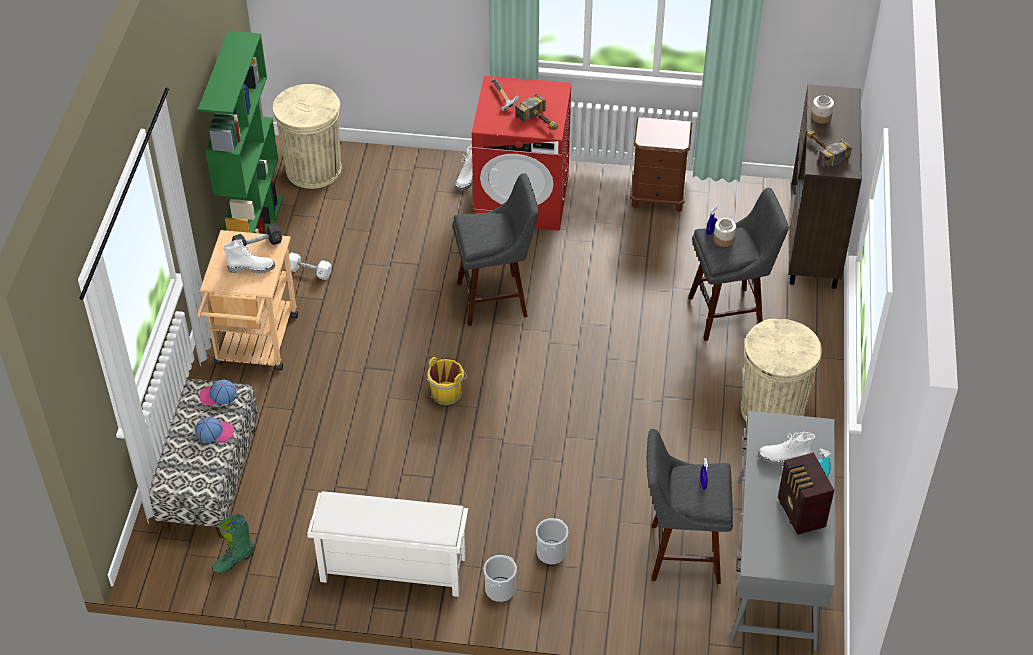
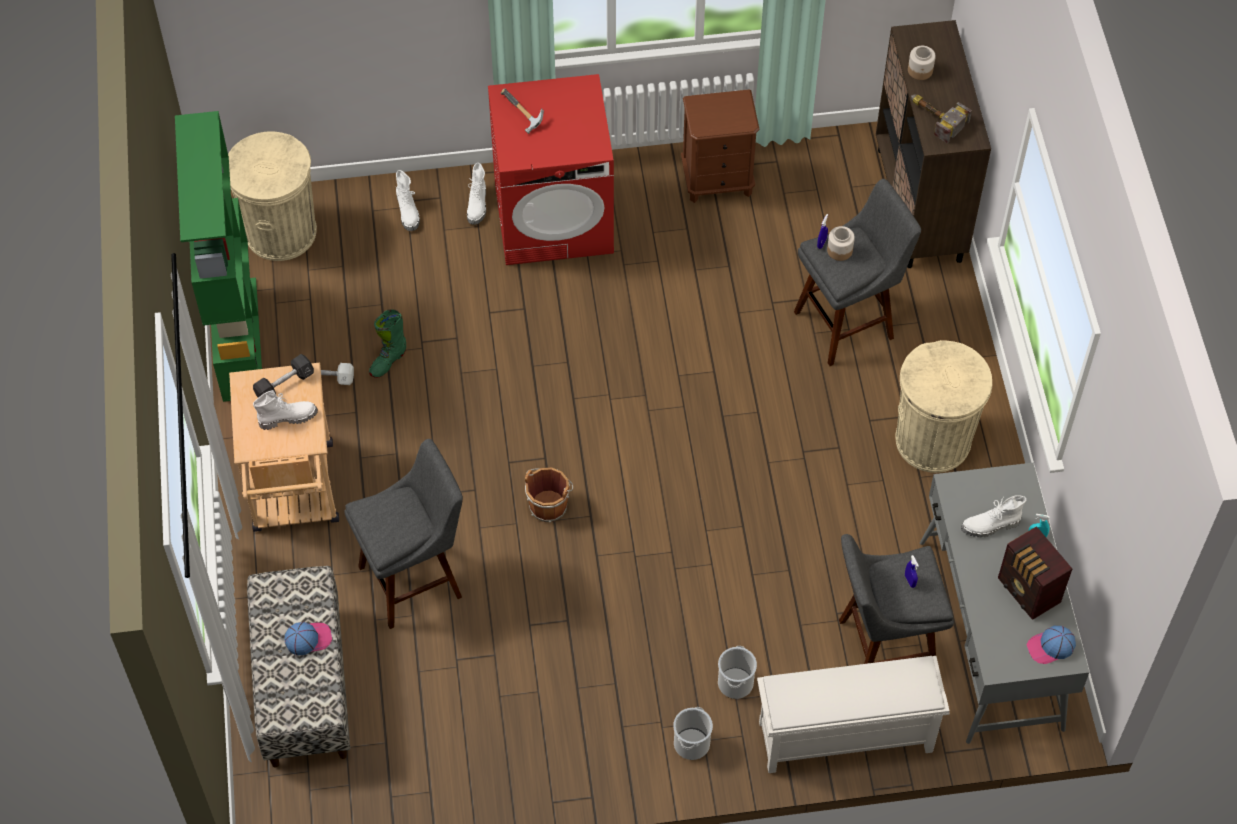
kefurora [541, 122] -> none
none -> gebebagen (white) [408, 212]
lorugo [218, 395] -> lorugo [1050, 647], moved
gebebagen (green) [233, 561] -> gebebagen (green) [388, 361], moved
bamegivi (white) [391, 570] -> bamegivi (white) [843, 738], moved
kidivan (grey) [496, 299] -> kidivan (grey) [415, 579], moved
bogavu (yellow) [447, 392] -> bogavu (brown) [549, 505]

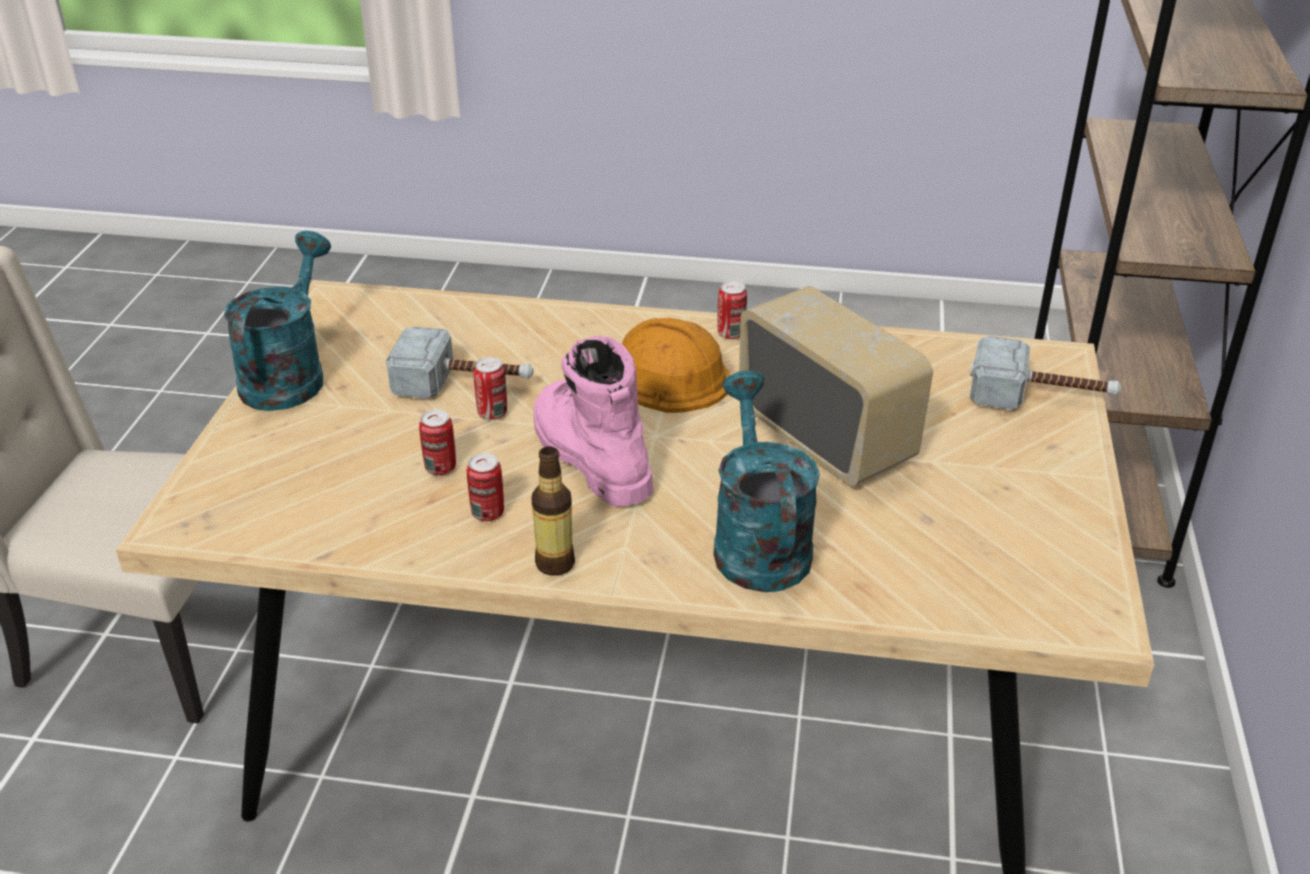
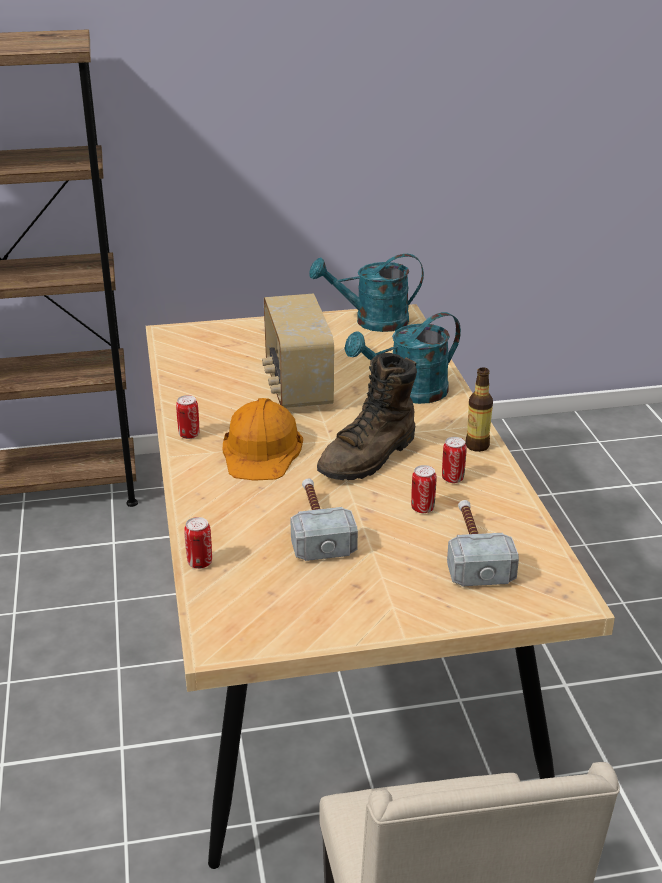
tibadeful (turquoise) [288, 375] -> tibadeful (turquoise) [372, 322], moved
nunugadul [492, 413] -> nunugadul [200, 563], moved
kefurora [1041, 396] -> kefurora [473, 552], moved
gebebagen (pink) [588, 456] -> gebebagen (brown) [369, 457]
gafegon [827, 437] -> gafegon [296, 387], 45 degrees counterclockwise

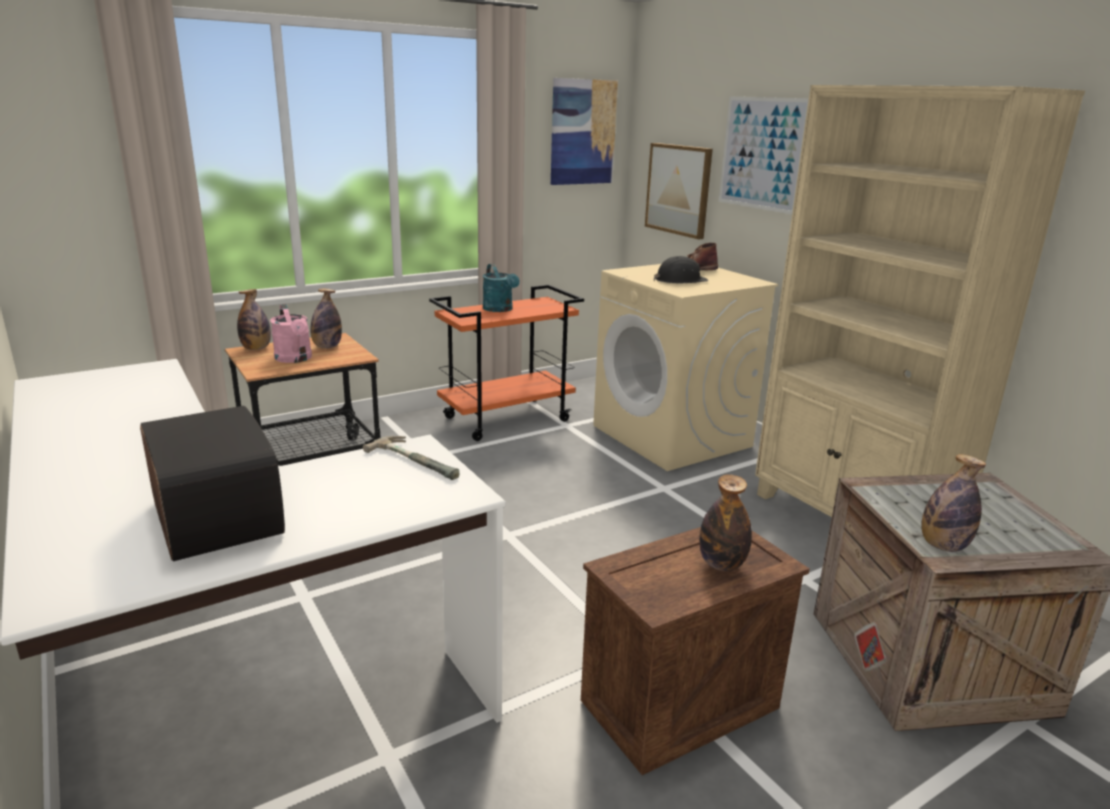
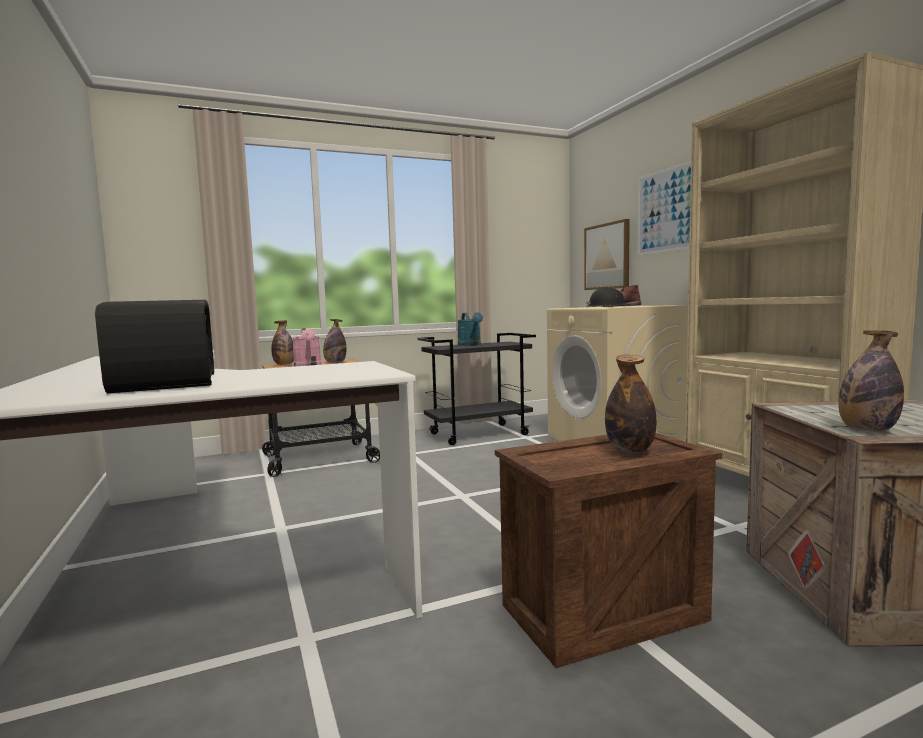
kefurora [419, 459] -> none
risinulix [583, 132] -> none
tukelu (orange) [507, 419] -> tukelu (black) [479, 434]

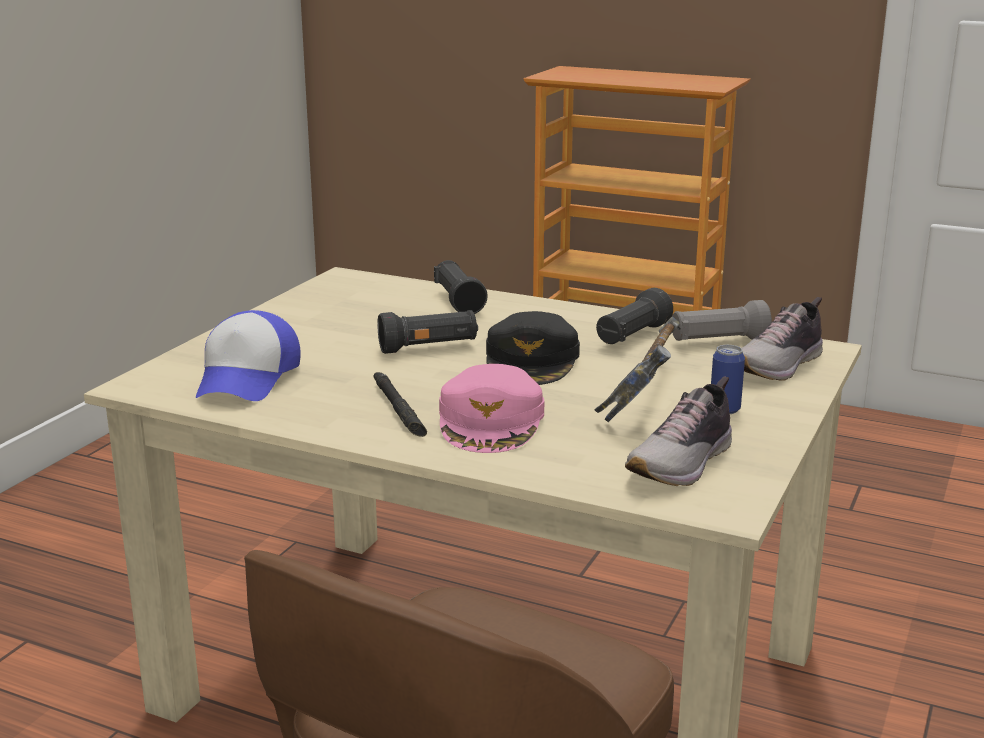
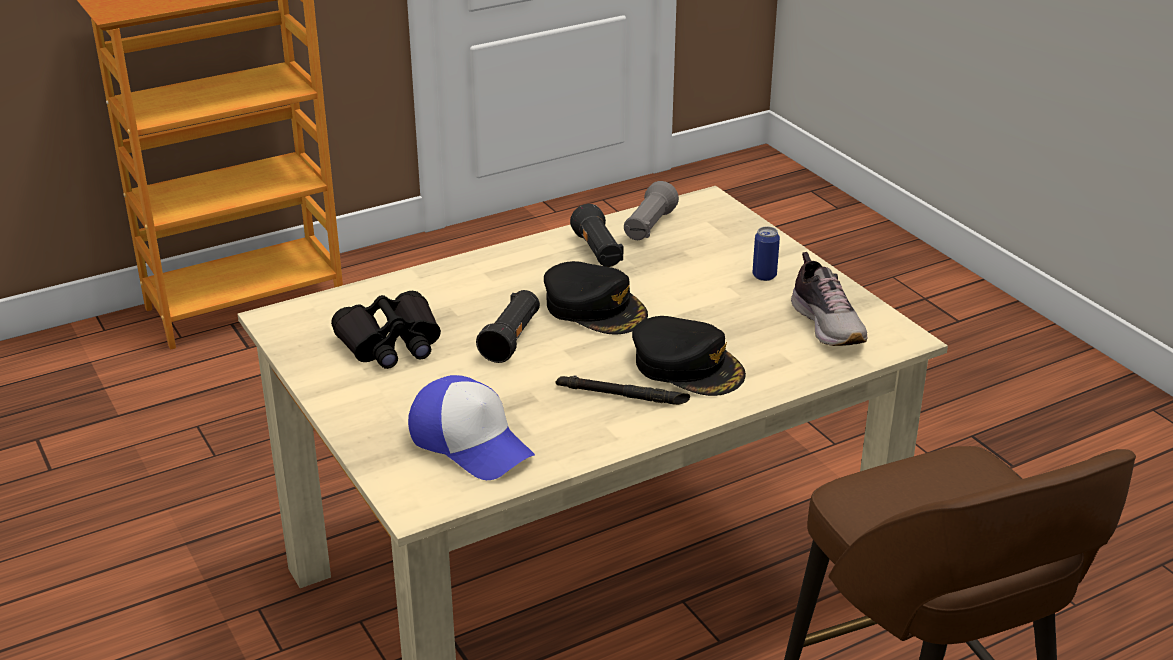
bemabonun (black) [458, 301] -> none
kefurora [648, 397] -> none
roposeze [779, 365] -> none
none -> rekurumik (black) [391, 343]
lorugo (pink) [492, 421] -> lorugo (black) [688, 366]

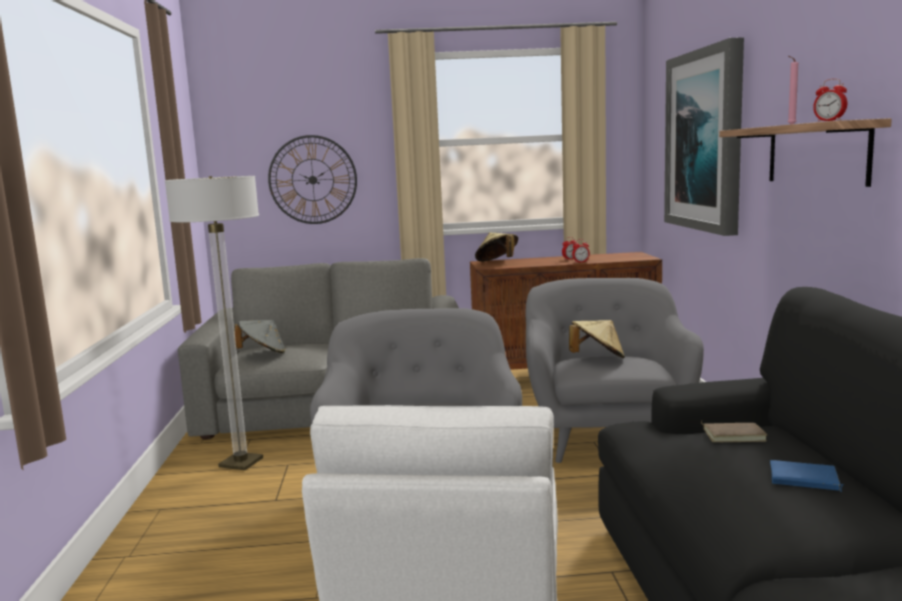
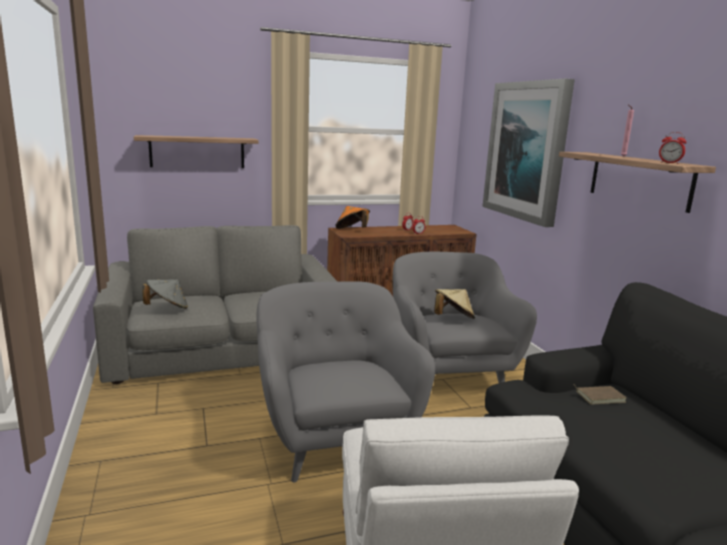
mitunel [241, 463] -> none
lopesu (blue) [803, 480] -> none
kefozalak [312, 180] -> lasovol [197, 152]
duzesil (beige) [497, 262] -> duzesil (orange) [352, 230]

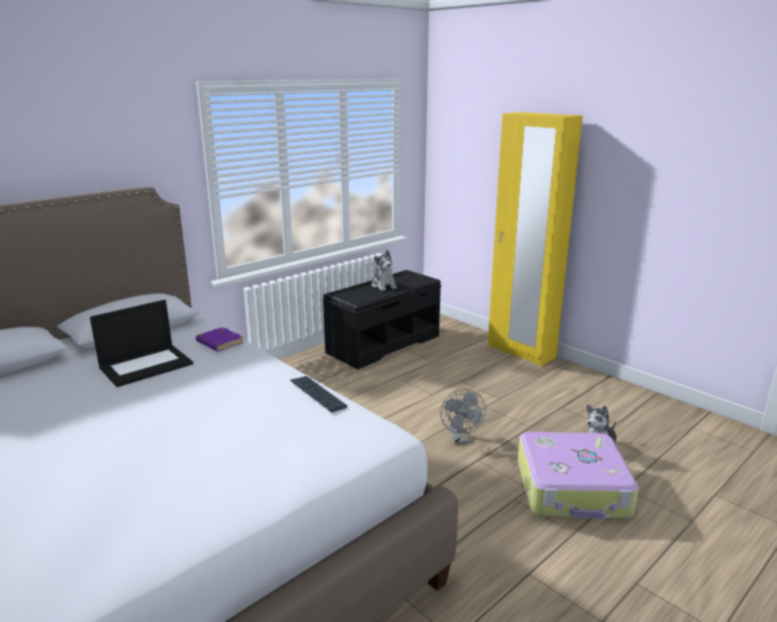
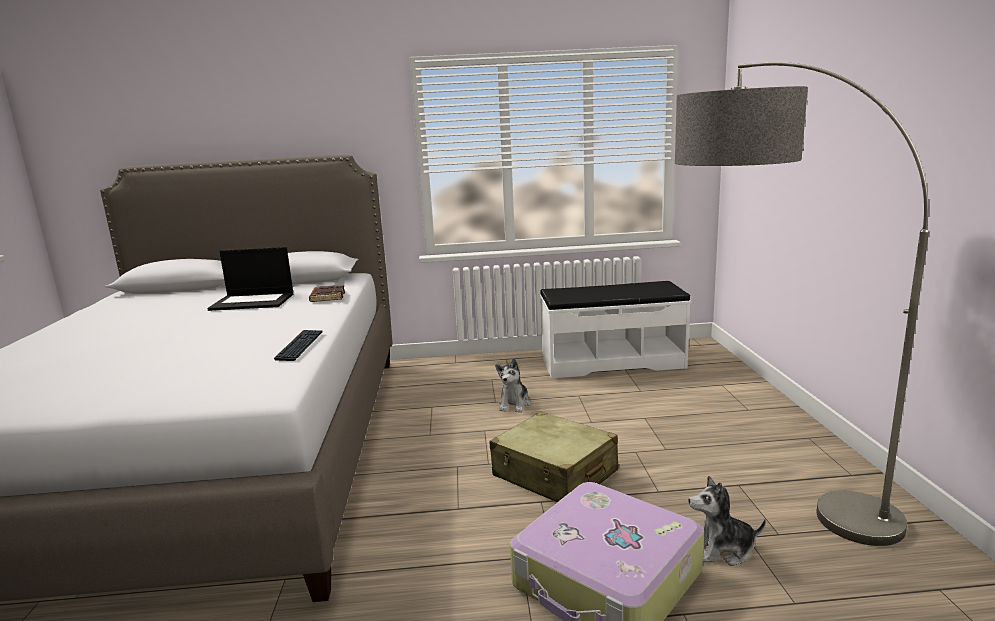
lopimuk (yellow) [521, 352] -> none
none -> mitunel [760, 492]
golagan [384, 286] -> golagan [514, 404], moved
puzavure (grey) [460, 439] -> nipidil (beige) [554, 474]
lopesu (purple) [219, 343] -> lopesu (brown) [327, 297]
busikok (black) [383, 344] -> busikok (white) [611, 362]

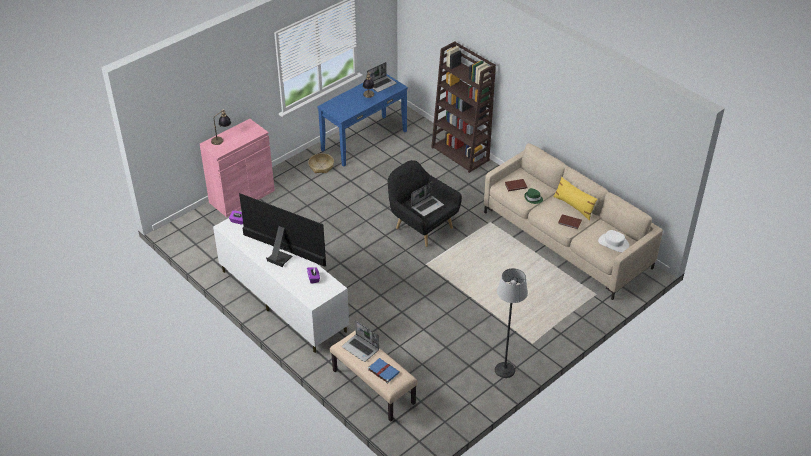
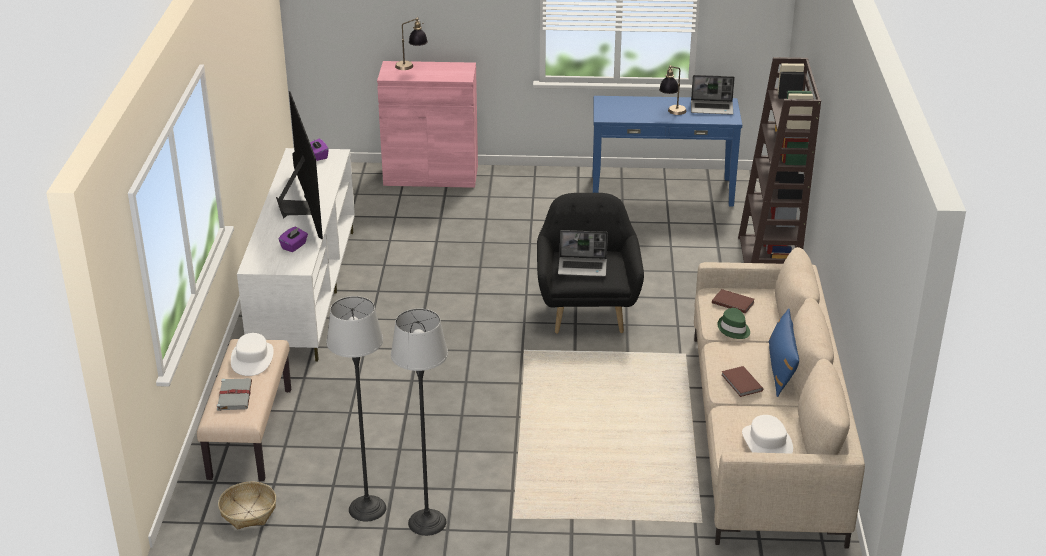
none -> mitunel [367, 508]
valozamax [321, 166] -> valozamax [248, 512], moved
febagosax [361, 348] -> duzesil (white) [252, 359]
lopesu (blue) [383, 371] -> lopesu (grey) [234, 395]
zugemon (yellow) [574, 206] -> zugemon (blue) [781, 369]

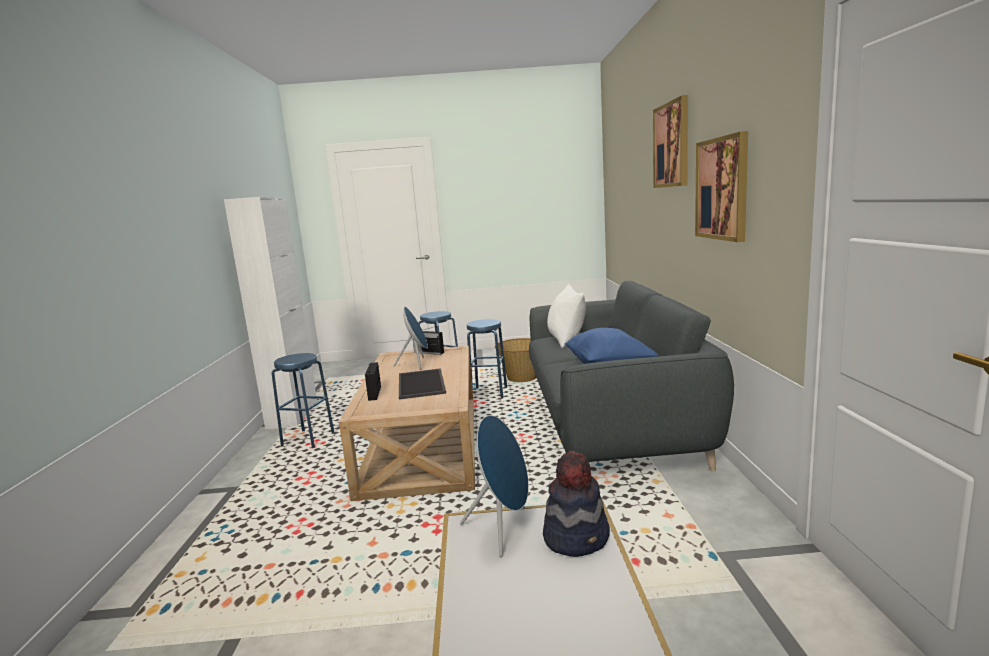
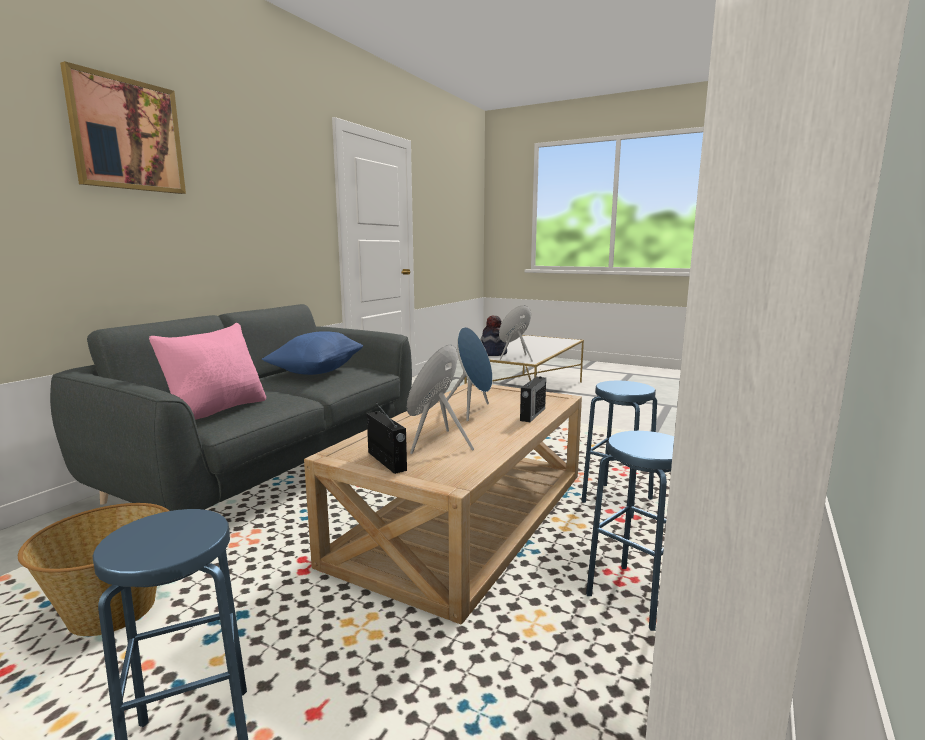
risinulix [722, 188] -> none
kidivan (blue) [489, 393] -> kidivan (blue) [616, 501], moved
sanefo [422, 384] -> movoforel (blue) [472, 411]
zugemon (white) [566, 340] -> zugemon (pink) [218, 410]

